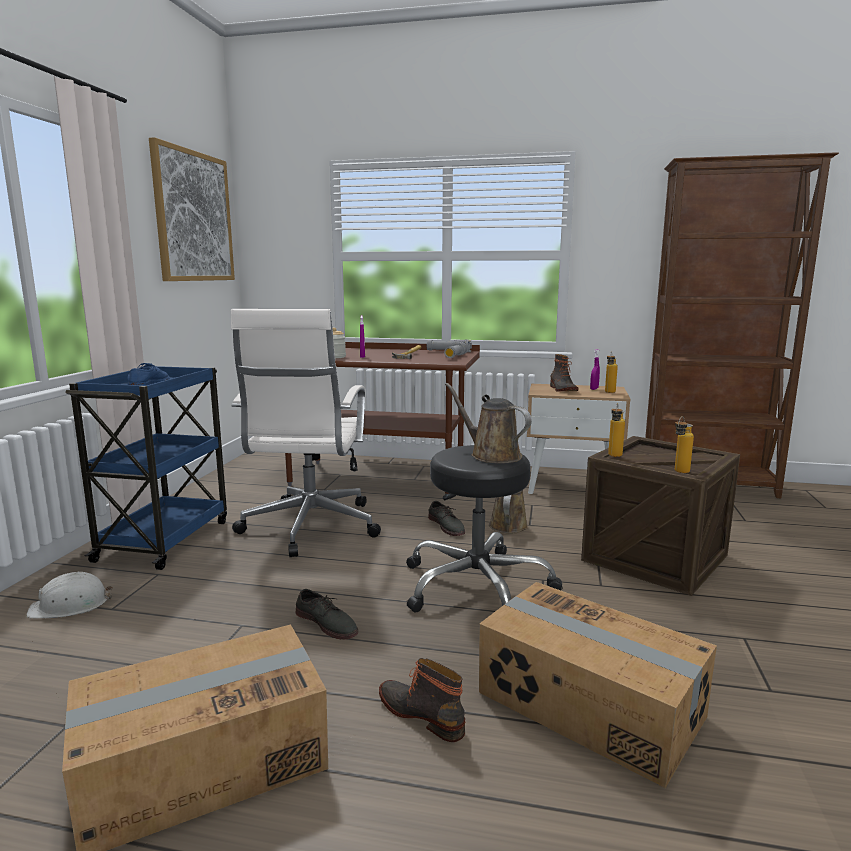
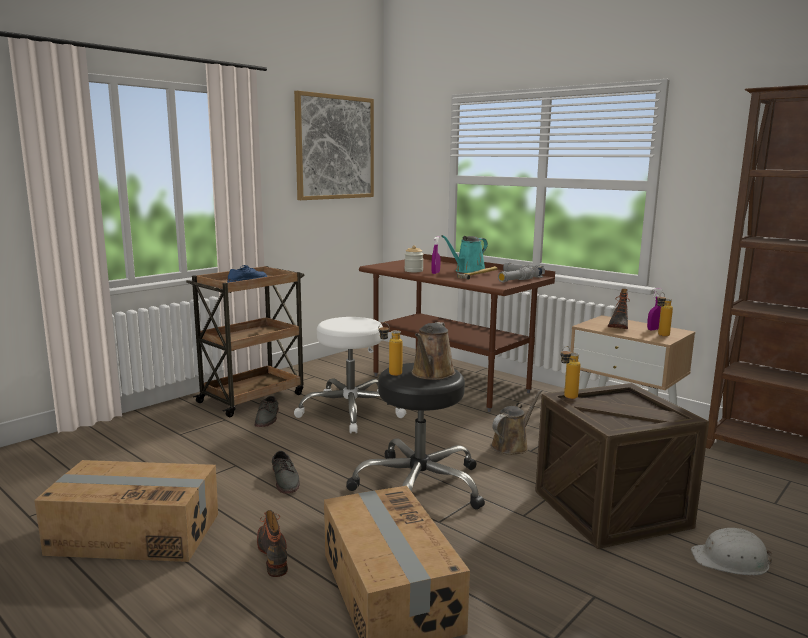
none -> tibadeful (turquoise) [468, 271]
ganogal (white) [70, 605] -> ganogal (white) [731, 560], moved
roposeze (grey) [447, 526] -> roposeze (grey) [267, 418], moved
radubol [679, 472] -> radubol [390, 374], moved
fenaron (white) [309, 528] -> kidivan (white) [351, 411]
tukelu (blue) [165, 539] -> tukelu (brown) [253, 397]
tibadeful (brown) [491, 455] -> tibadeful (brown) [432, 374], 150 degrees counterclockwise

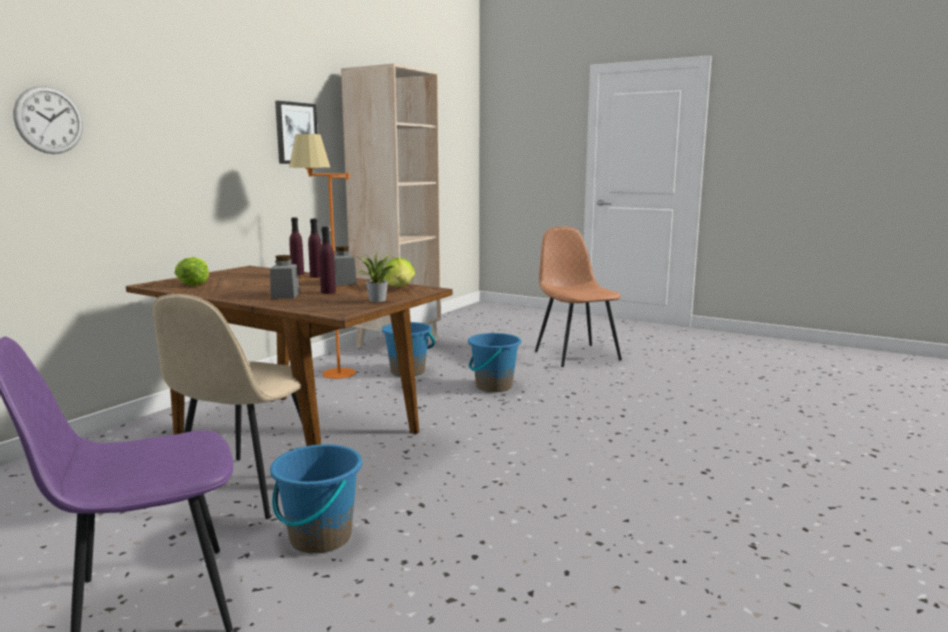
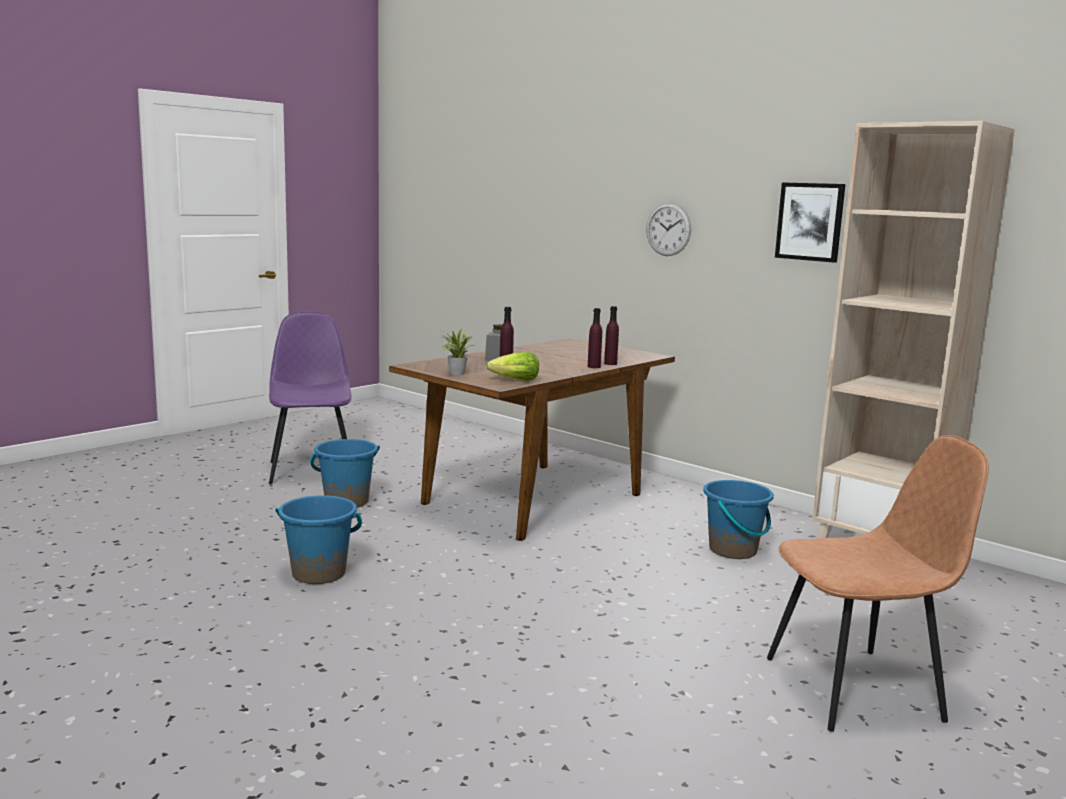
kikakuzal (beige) [248, 488] -> none
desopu [194, 283] -> none
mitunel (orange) [330, 378] -> none
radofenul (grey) [343, 282] -> none
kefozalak [49, 120] -> kefozalak [668, 229], moved
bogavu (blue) [493, 386] -> bogavu (blue) [319, 573], moved

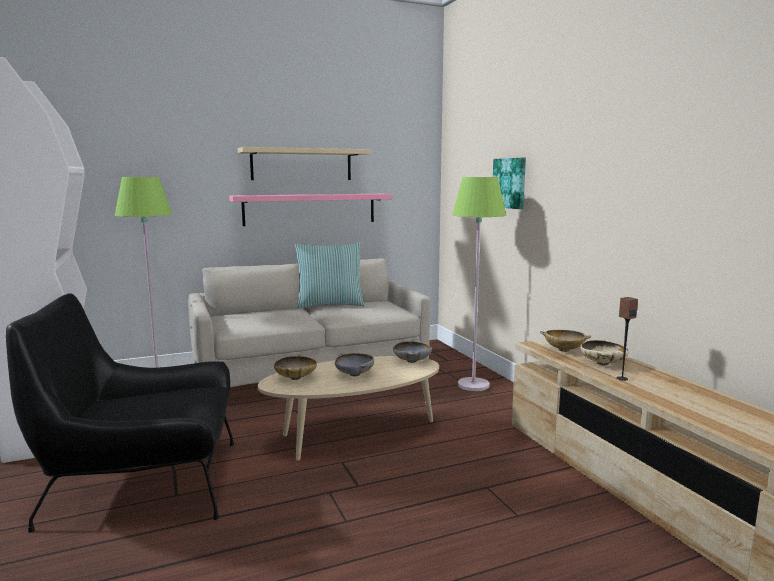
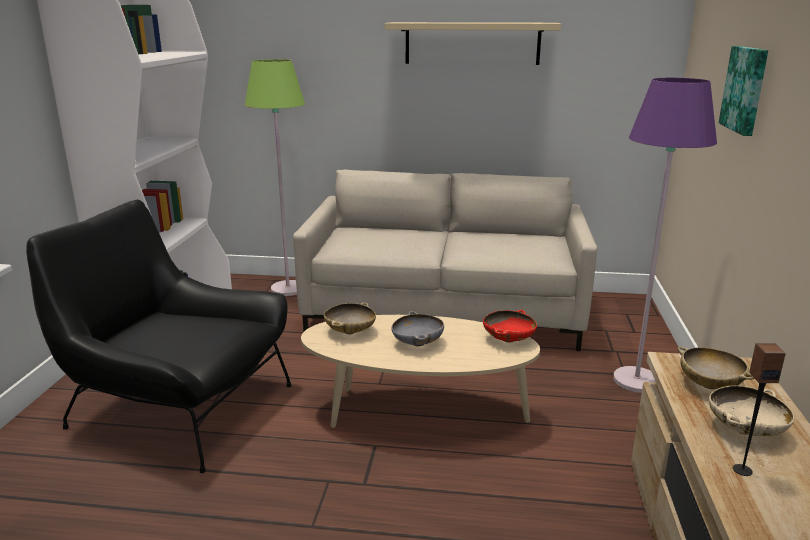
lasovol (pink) [310, 209] -> none
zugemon [330, 305] -> none
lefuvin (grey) [412, 361] -> lefuvin (red) [509, 339]
mitunel (green) [473, 385] -> mitunel (purple) [636, 380]

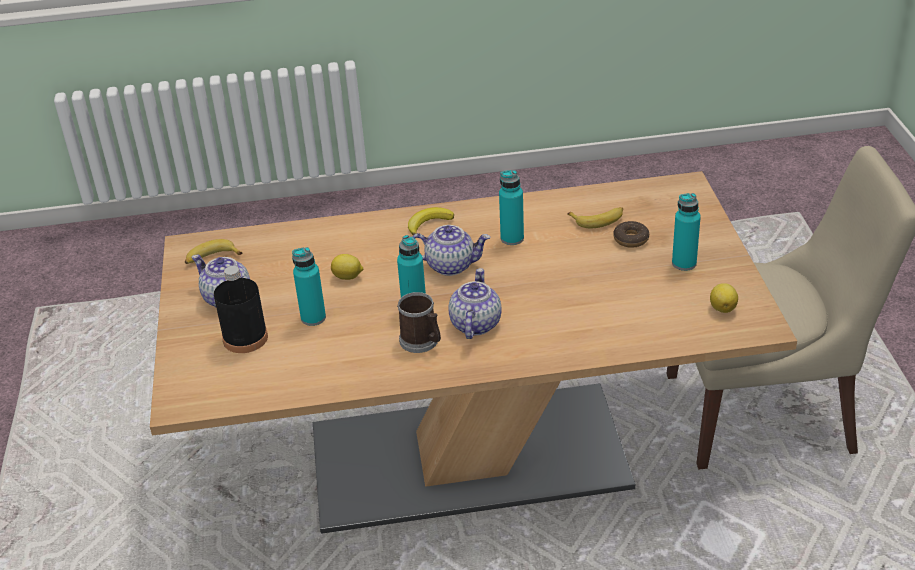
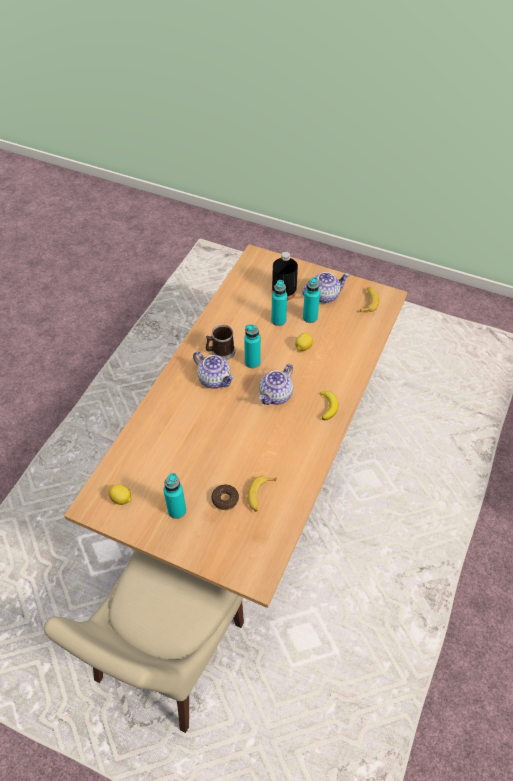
radubol (turquoise) [512, 238] -> radubol (turquoise) [310, 317], moved

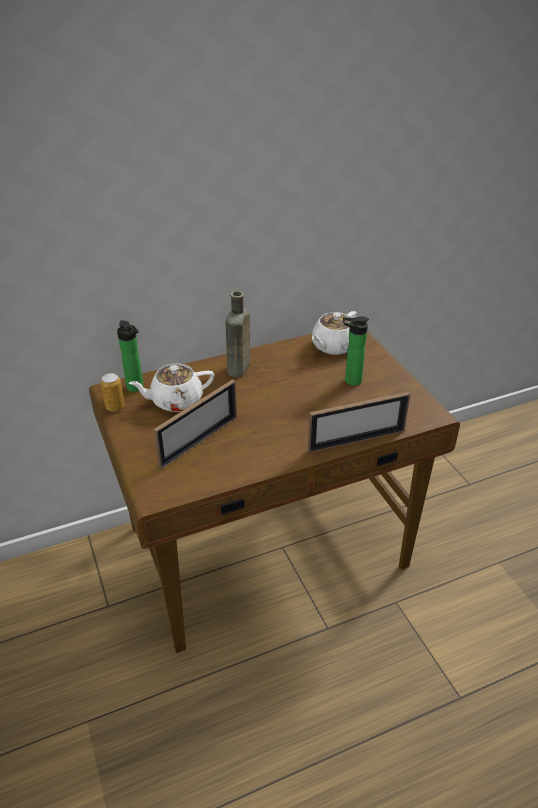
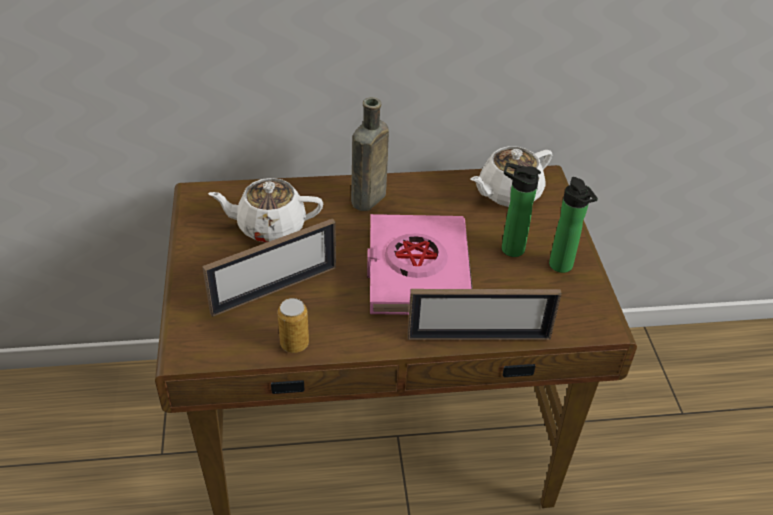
none -> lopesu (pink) [417, 271]
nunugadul [115, 407] -> nunugadul [294, 344], moved
radubol [136, 388] -> radubol [562, 267], moved

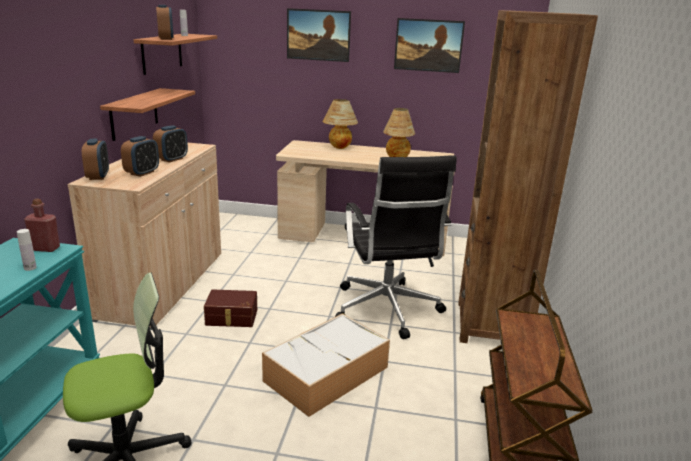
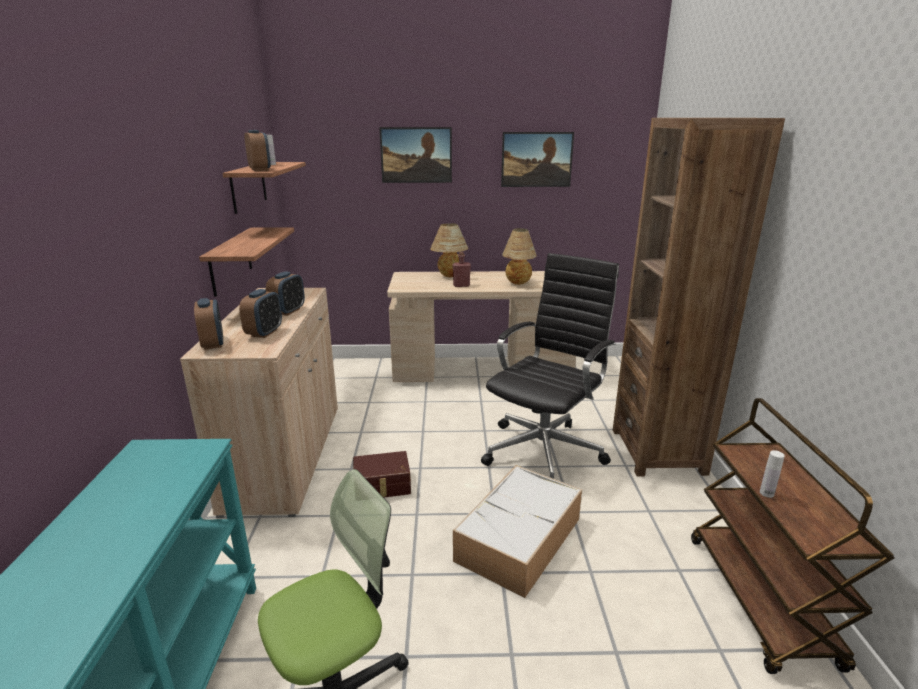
radubol (white) [30, 268] -> radubol (white) [766, 493], moved
radubol (red) [45, 248] -> radubol (red) [461, 285], moved
fenaron (black) [387, 310] -> fenaron (black) [545, 450], 120 degrees counterclockwise

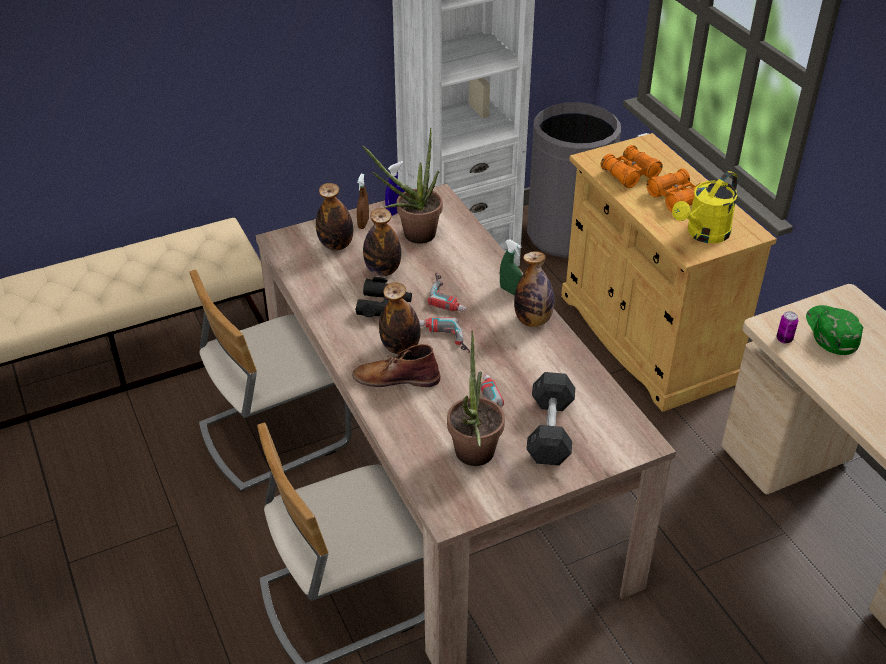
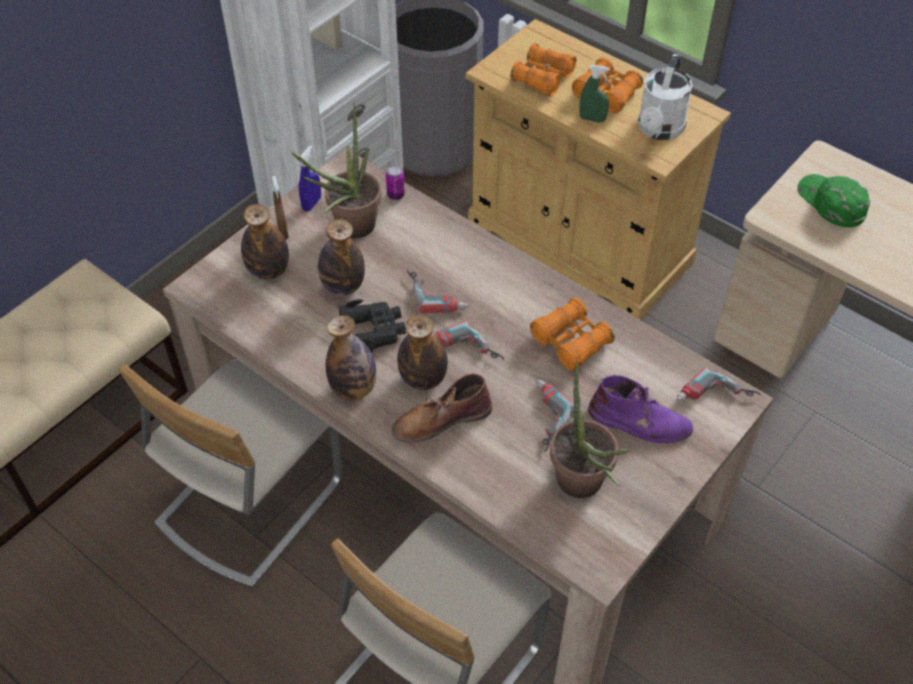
none -> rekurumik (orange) [571, 341]
none -> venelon [715, 399]
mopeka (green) [510, 291] -> mopeka (green) [592, 119], moved
radubol [533, 320] -> radubol [353, 389], moved
nunugadul [784, 339] -> nunugadul [395, 195], moved
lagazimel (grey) [550, 430] -> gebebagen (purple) [640, 422]
tibadeful (yellow) [703, 234] -> tibadeful (white) [659, 130]

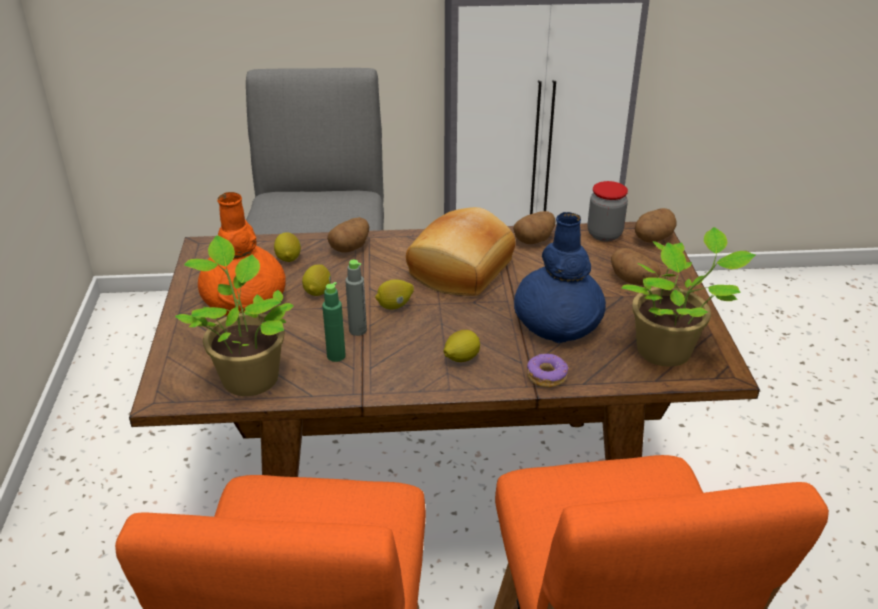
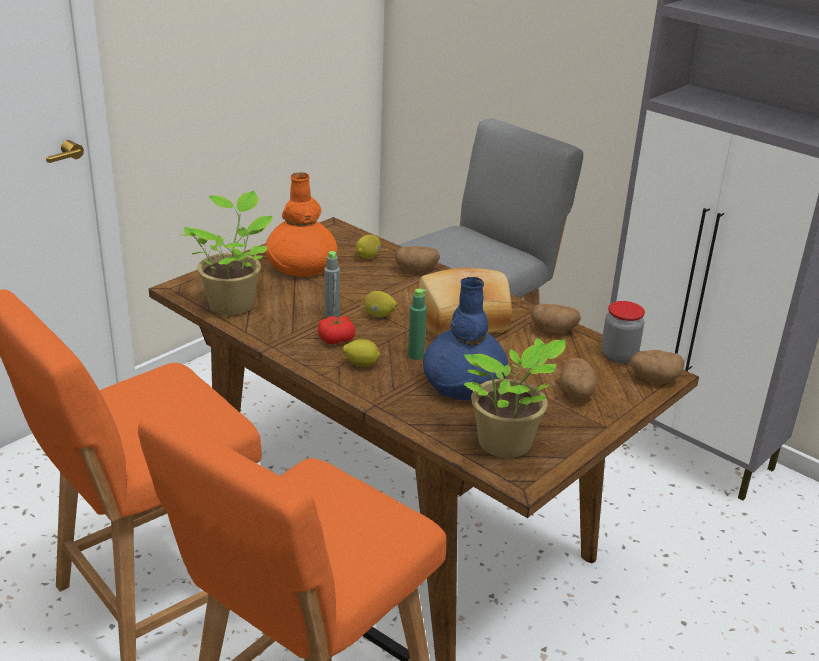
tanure [318, 291] -> none
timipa [546, 376] -> none
none -> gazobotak [336, 339]
radubol (green) [336, 356] -> radubol (green) [416, 355], moved

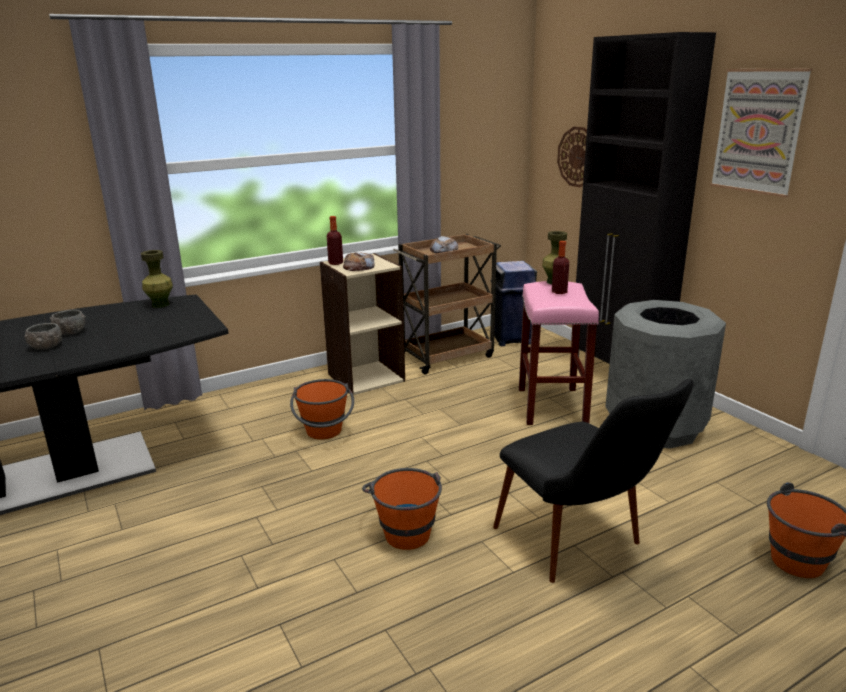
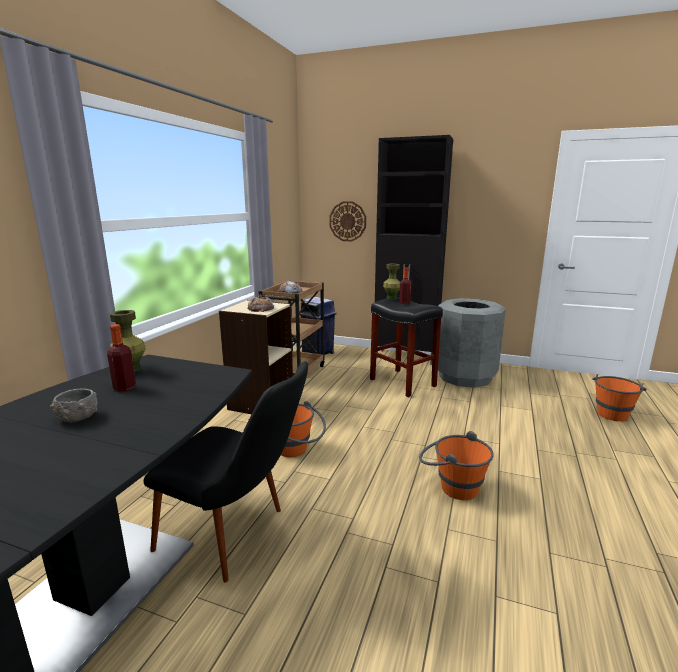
lefuvin (grey) [46, 346] -> none
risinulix [758, 131] -> none
radubol [335, 263] -> radubol [124, 388], moved
kikakuzal (black) [581, 548] -> kikakuzal (black) [238, 537], moved
kidivan (pink) [552, 406] -> kidivan (black) [403, 383]

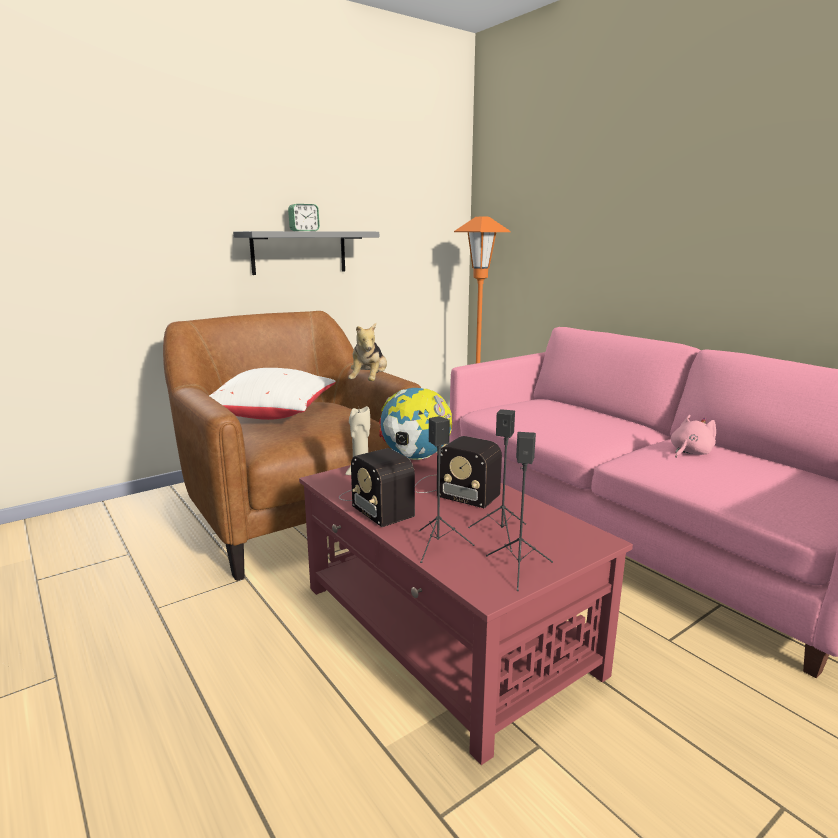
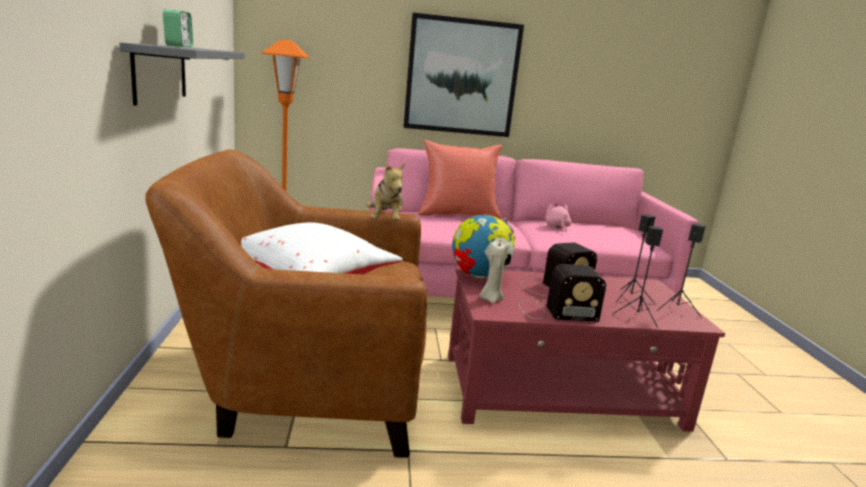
none -> risinulix [462, 77]
none -> zugemon (red) [458, 214]
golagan [369, 382] -> golagan [386, 221], 45 degrees clockwise

